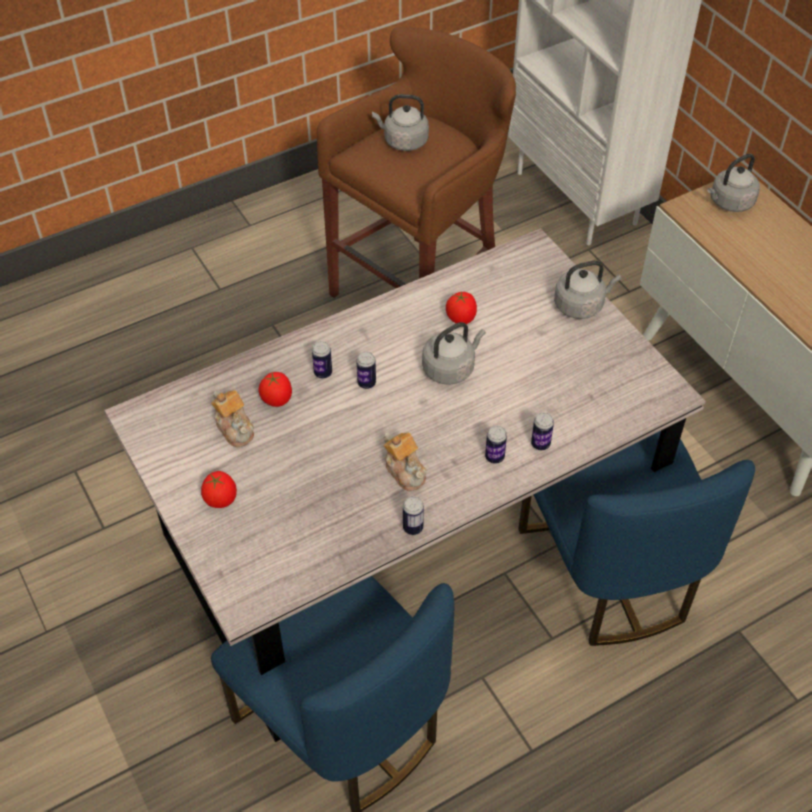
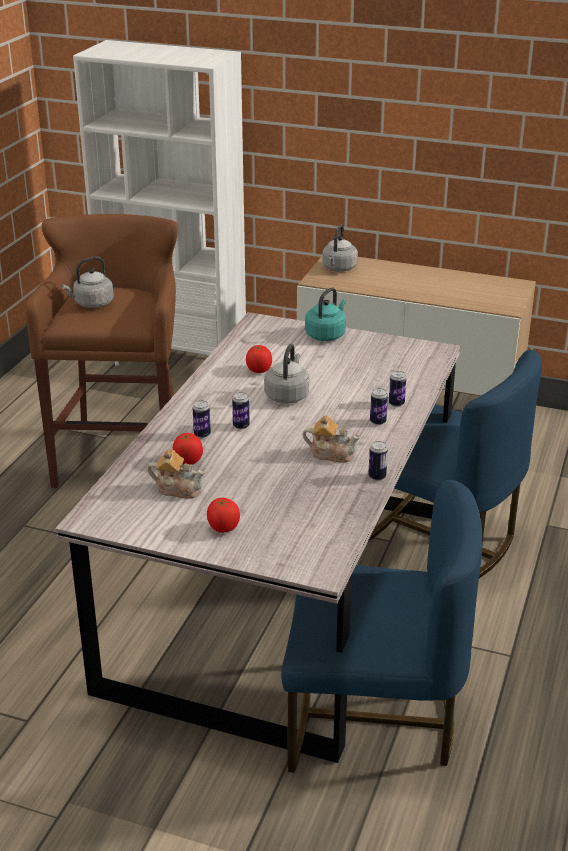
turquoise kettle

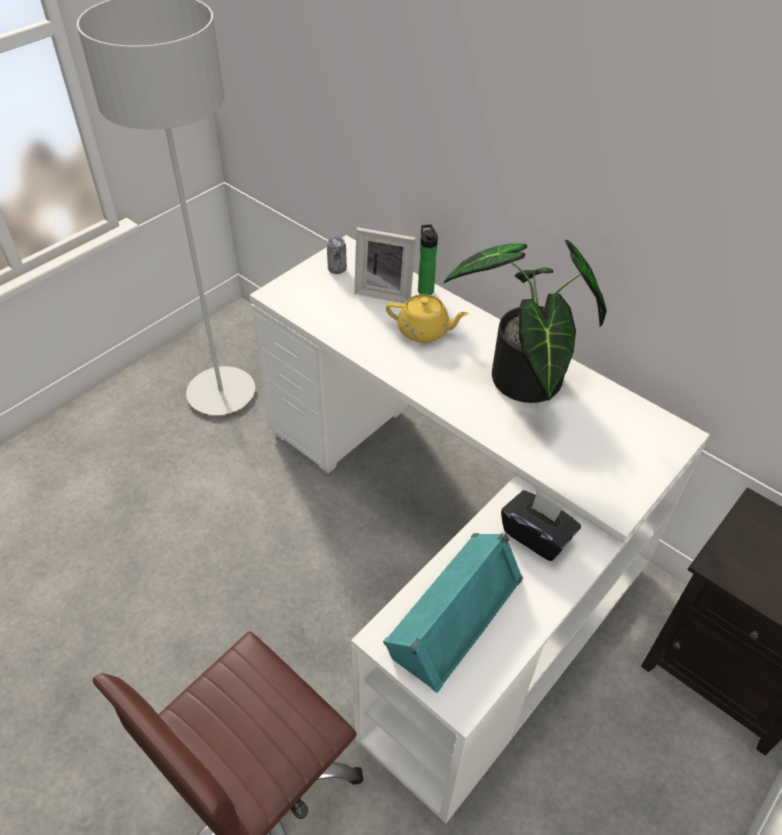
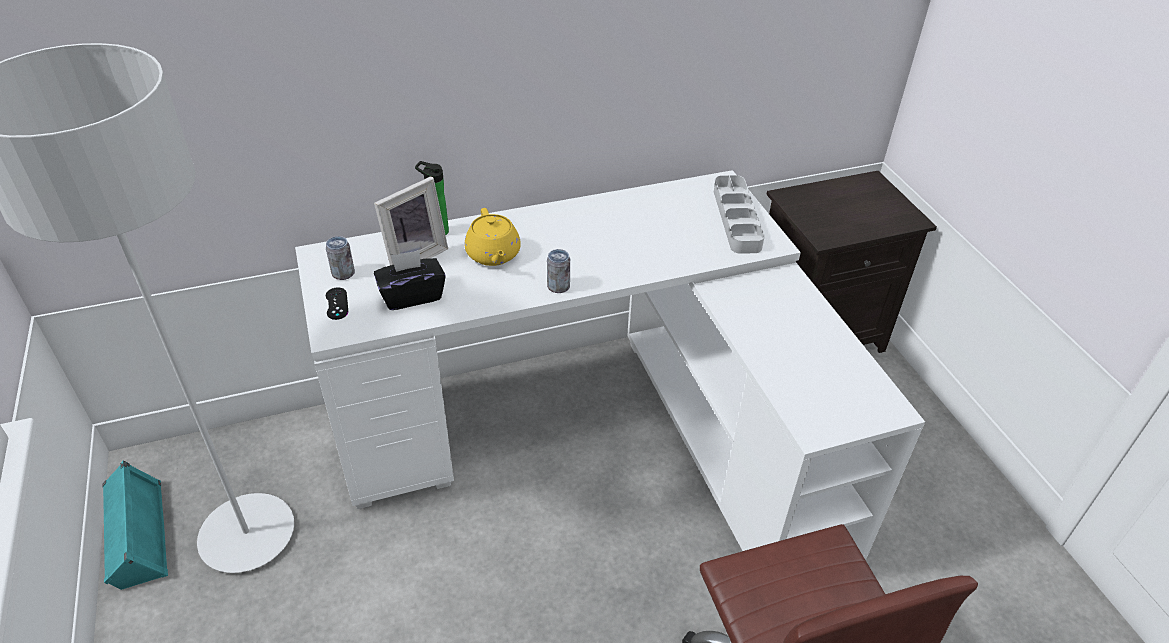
potted plant; black game controller; can (2nd from left); grey tray; turquoise speaker; black tissue box; yellow teapot

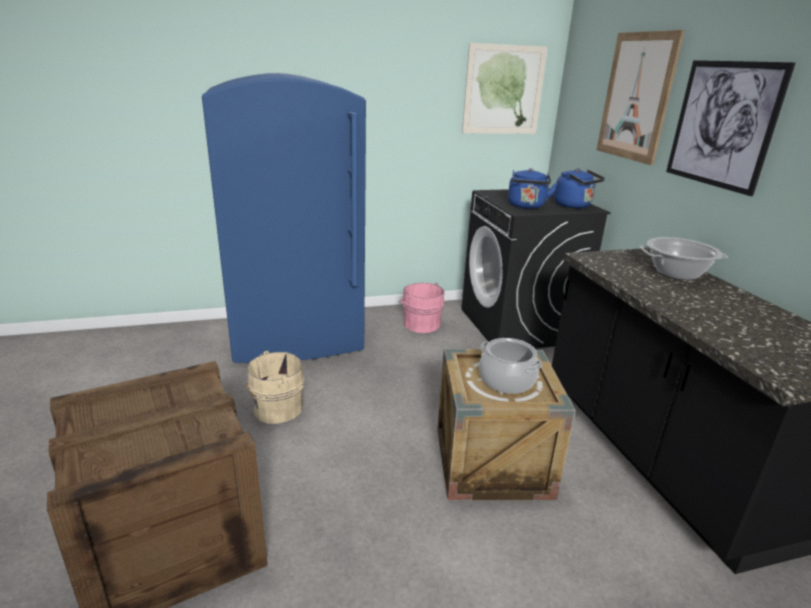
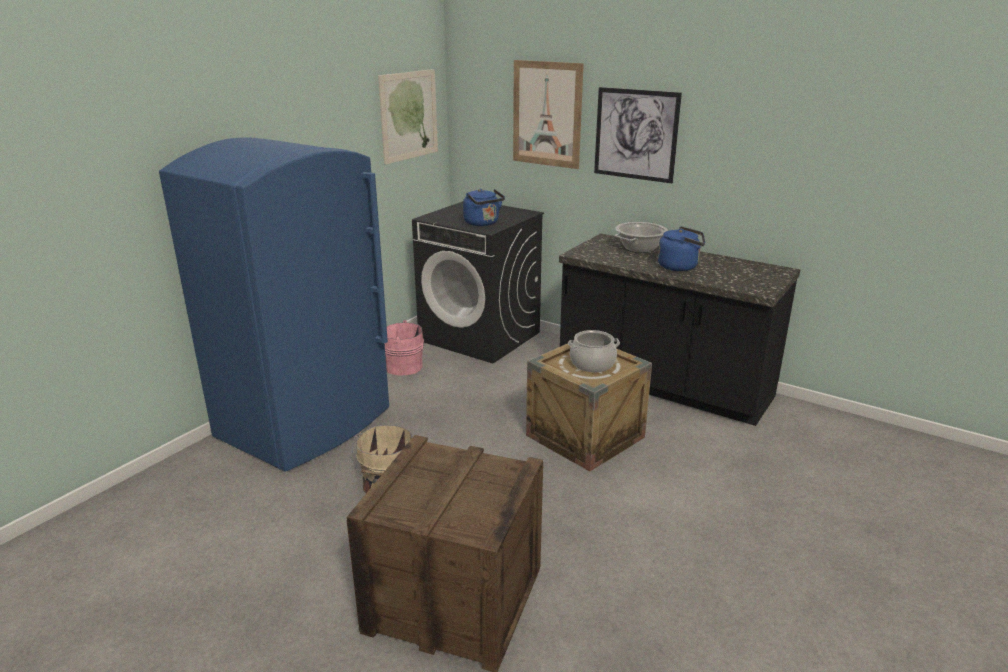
blue kettle (2nd from left)

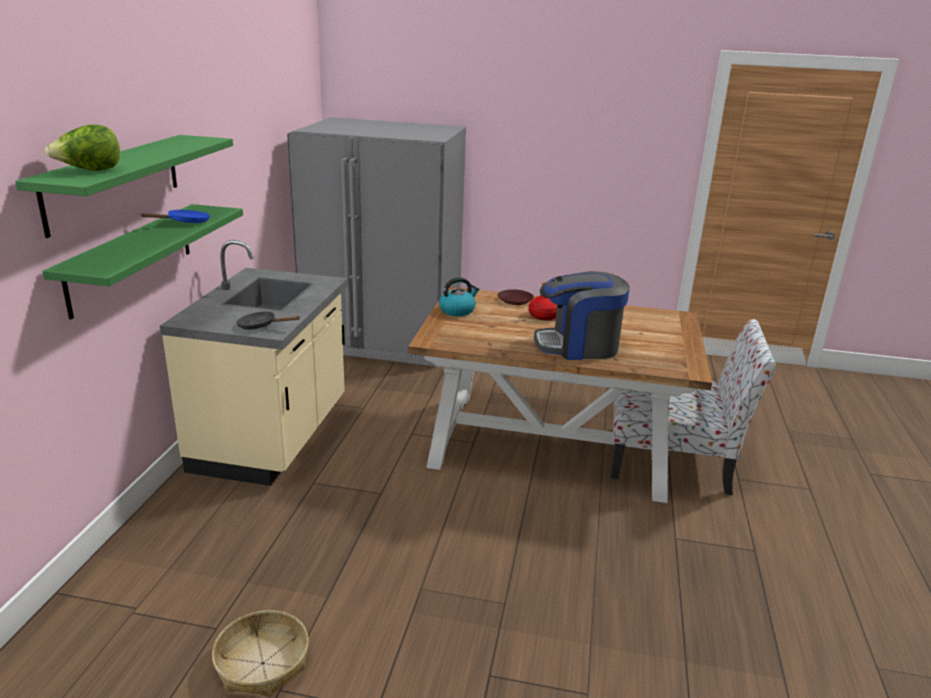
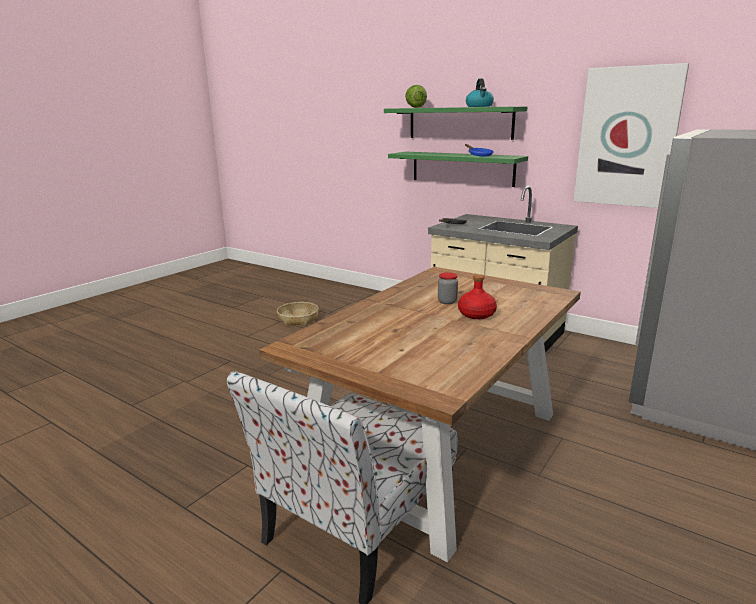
brown plate; coffee machine; jar; picture; kettle

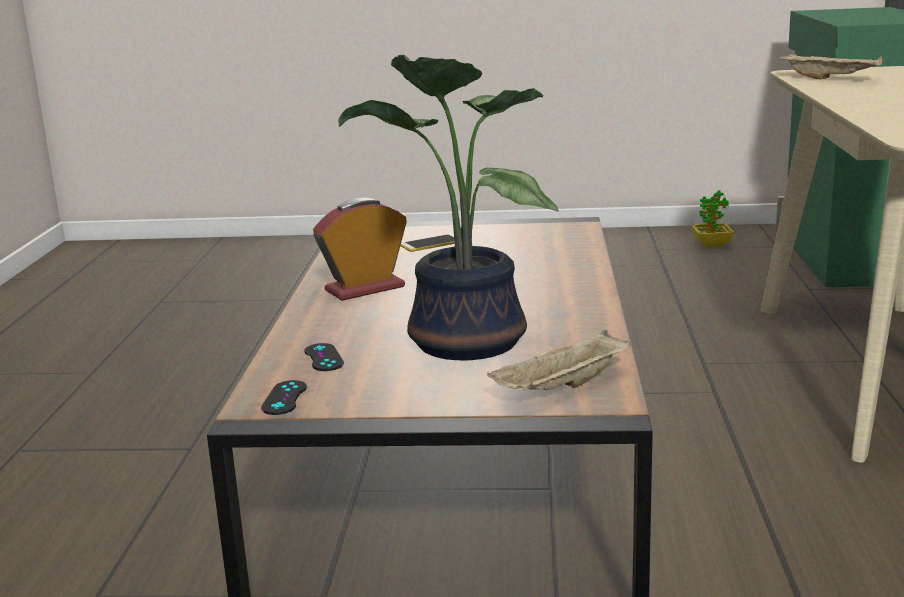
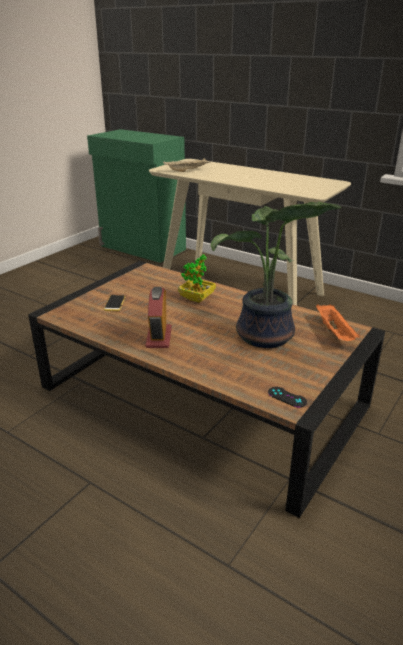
black game controller (2nd from left in the first image); potted plant (1st from left); orange tray

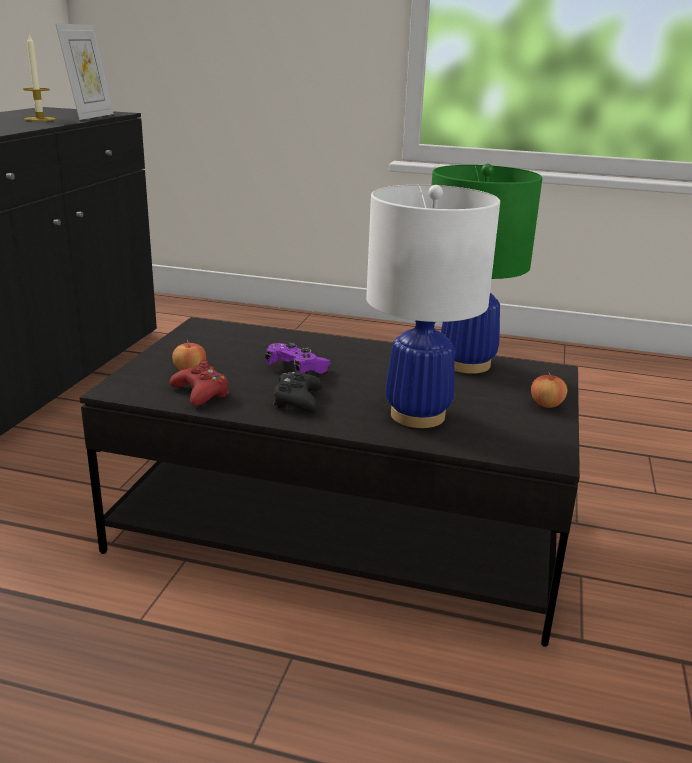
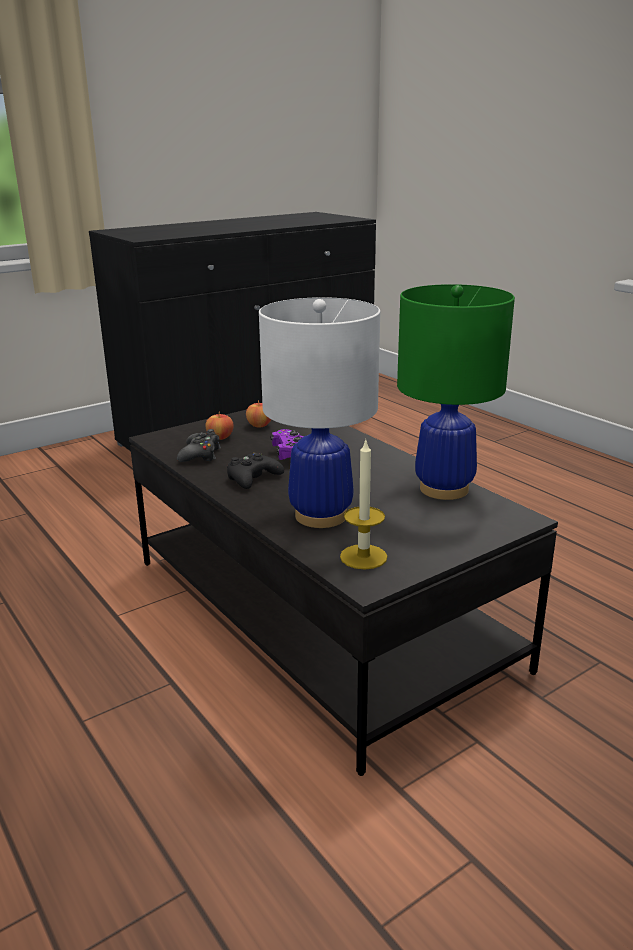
picture frame; candle; apple (2nd from left); black game controller (1st from left)

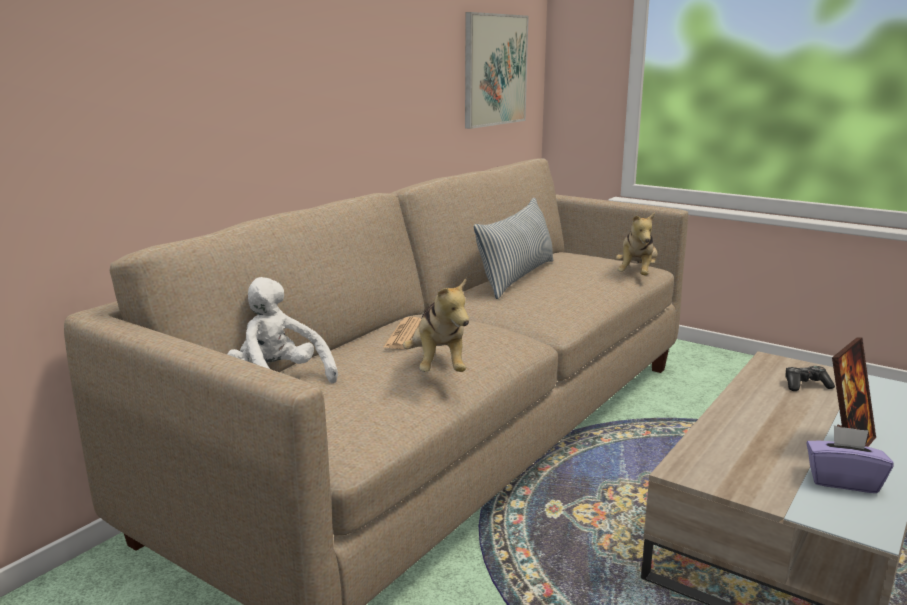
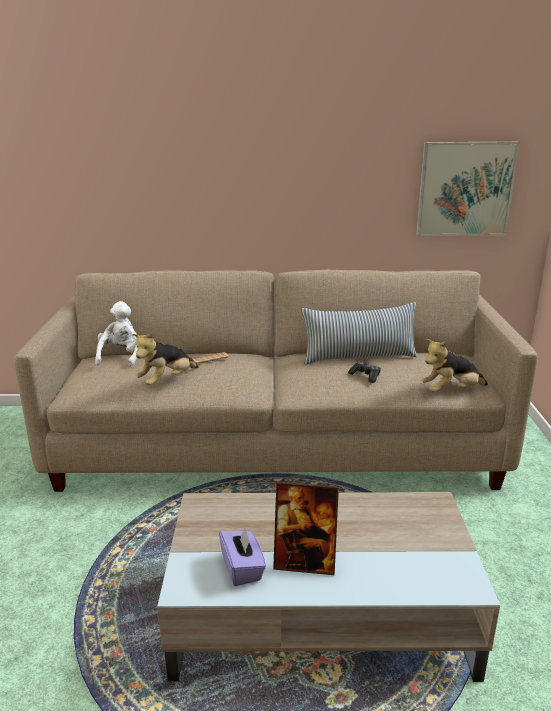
game controller

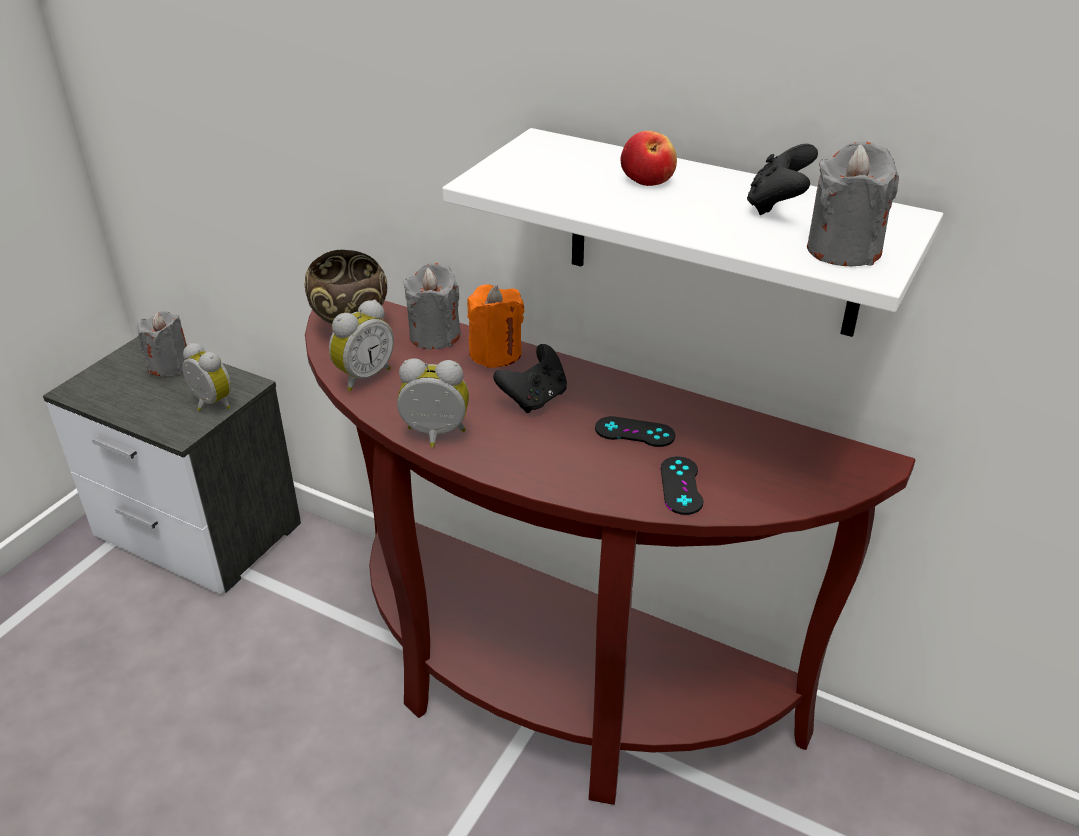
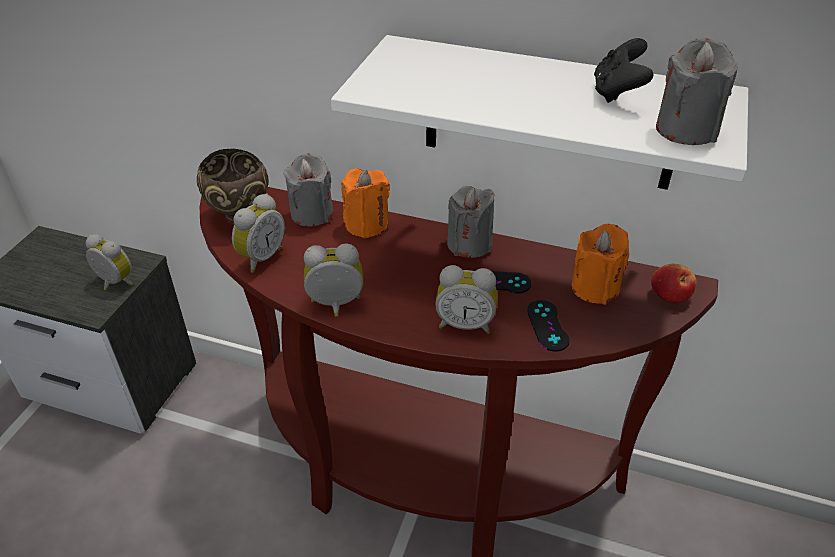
black game controller (1st from left in the first image); alarm clock (4th from left); orange candle (2nd from left); grey candle (2nd from left); apple

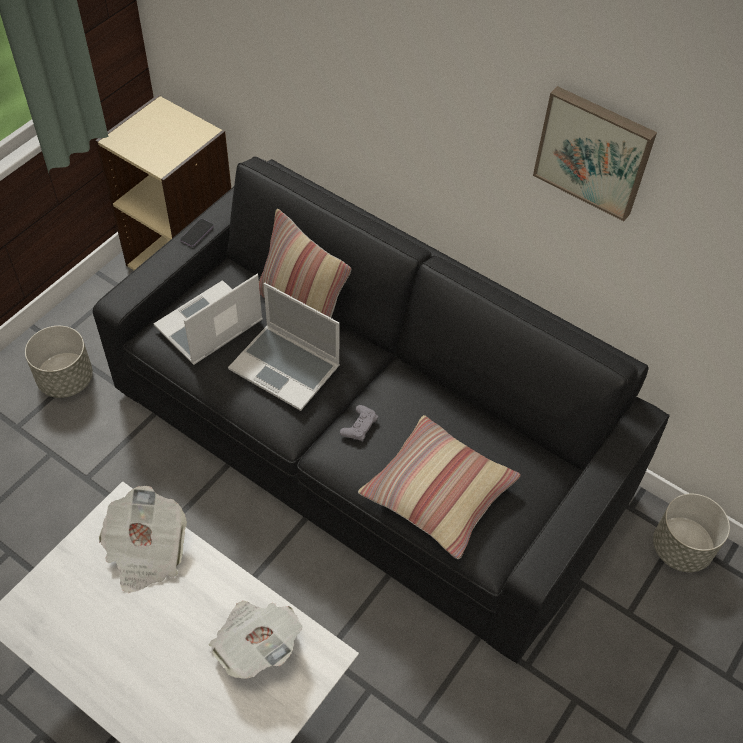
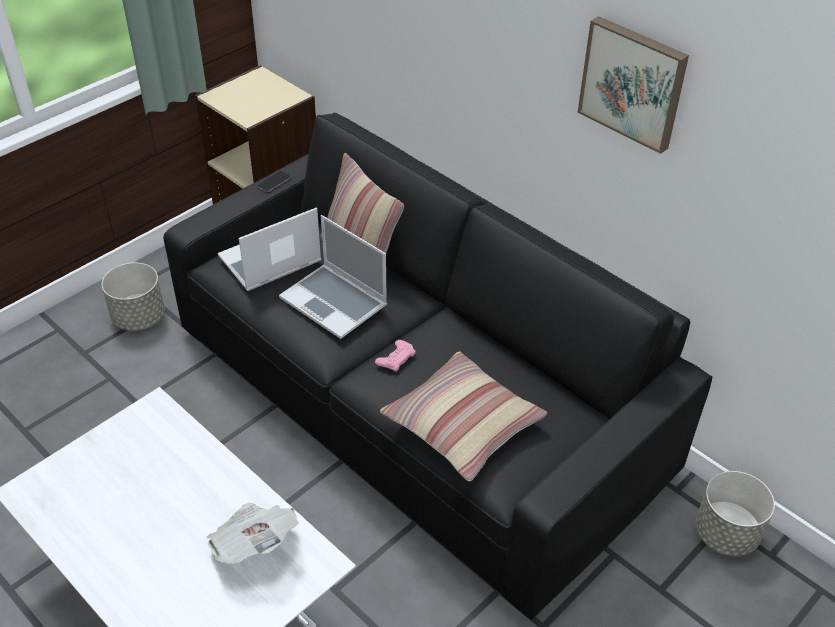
newspaper (1st from left in the first image); pink game controller

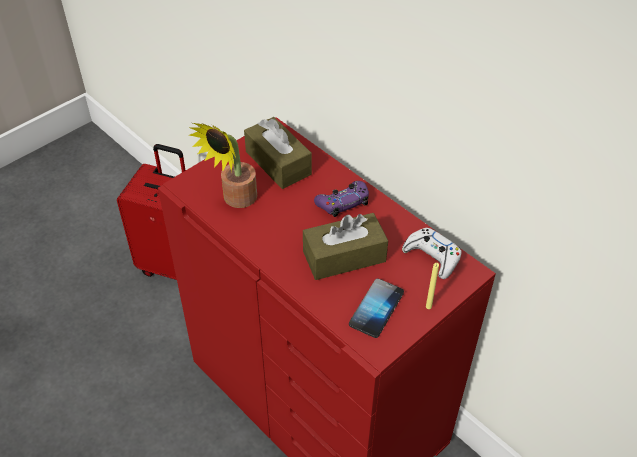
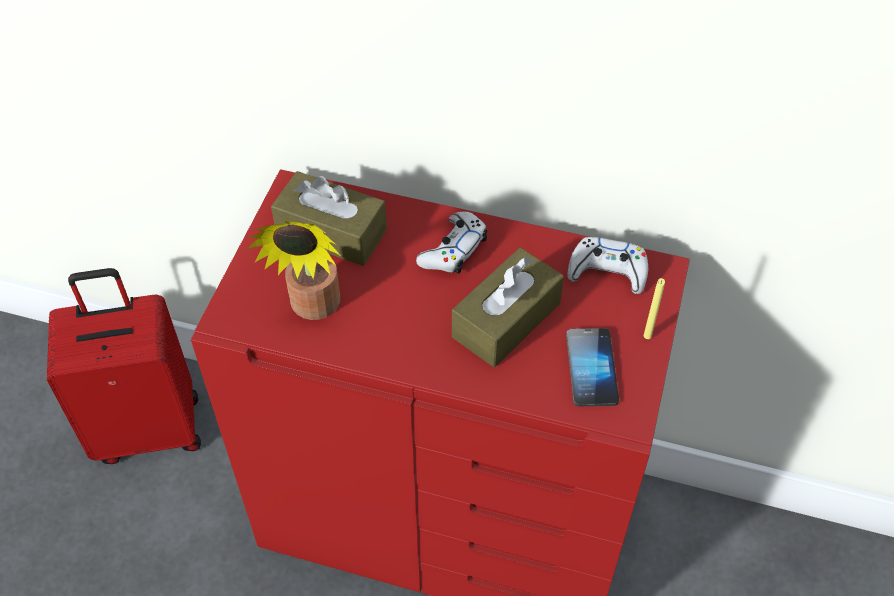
white game controller (1st from left)

